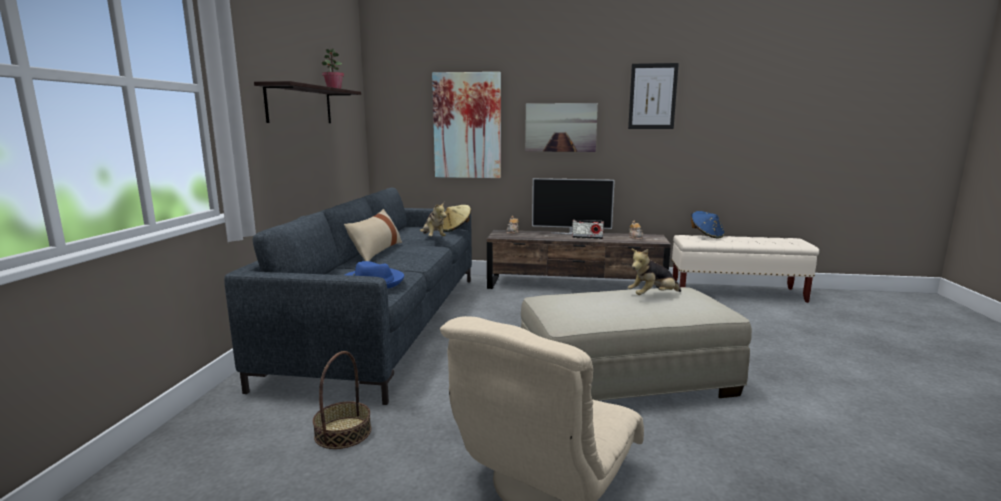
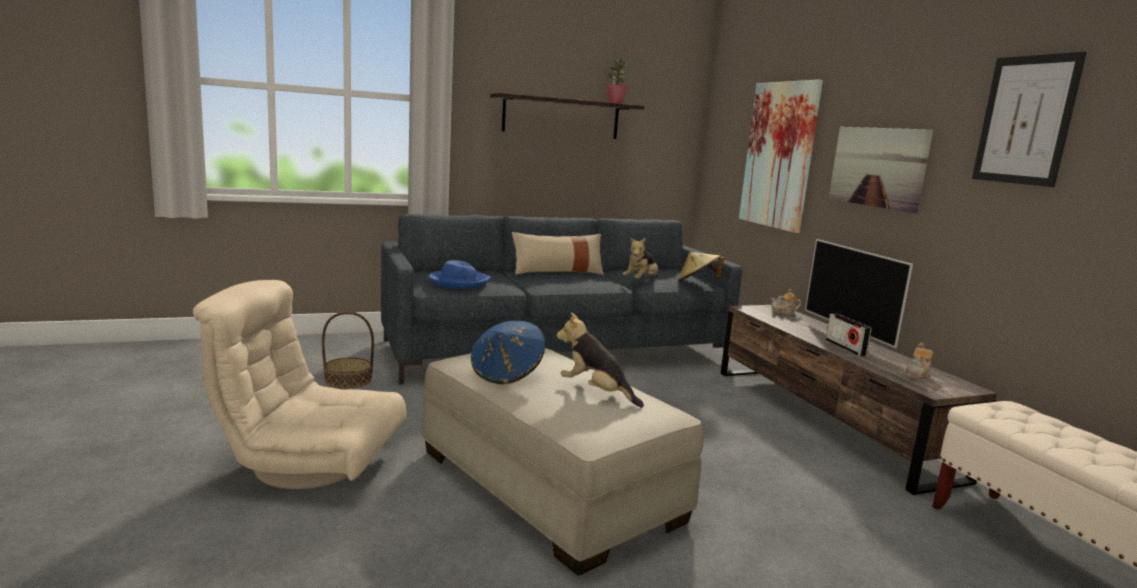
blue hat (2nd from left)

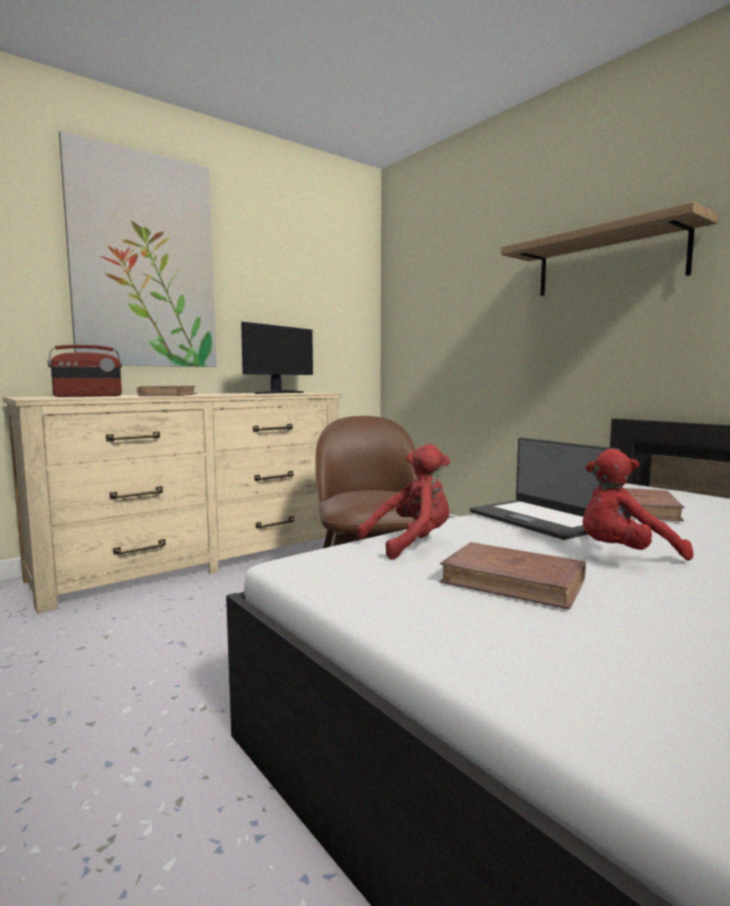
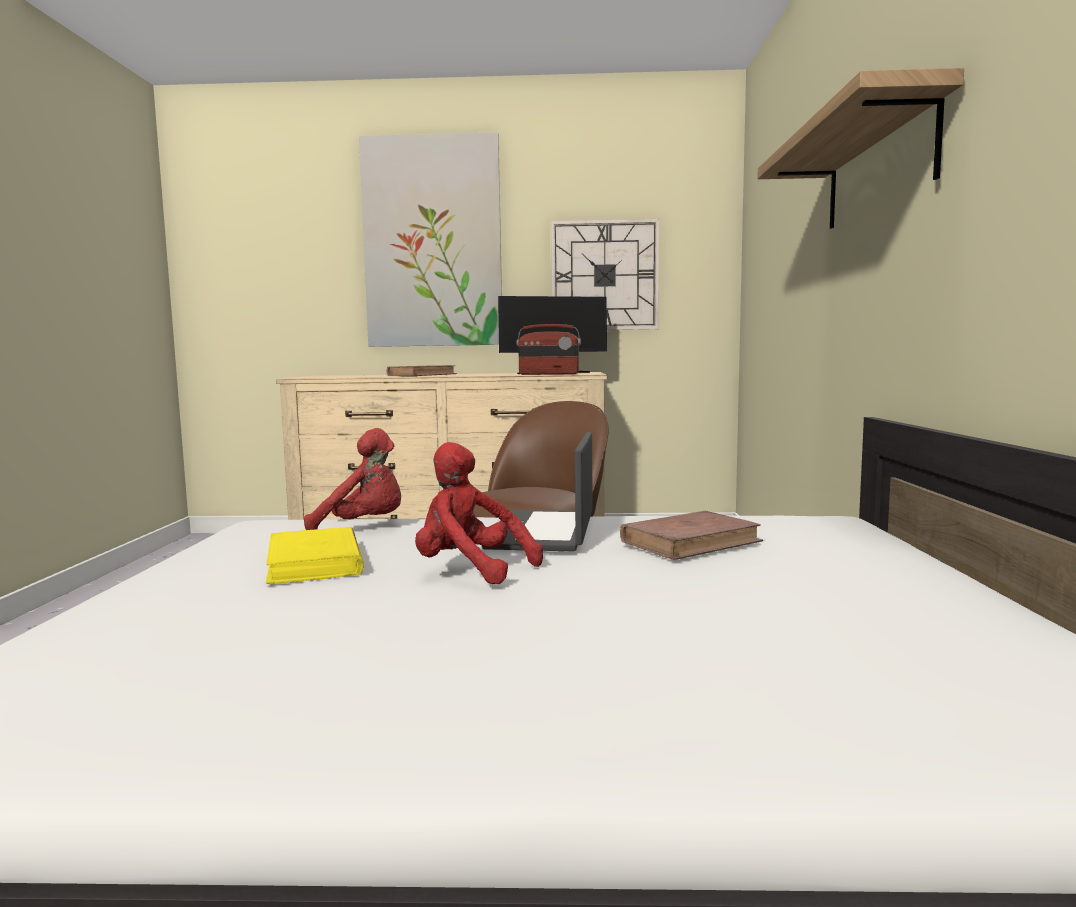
wall clock; radio; yellow book

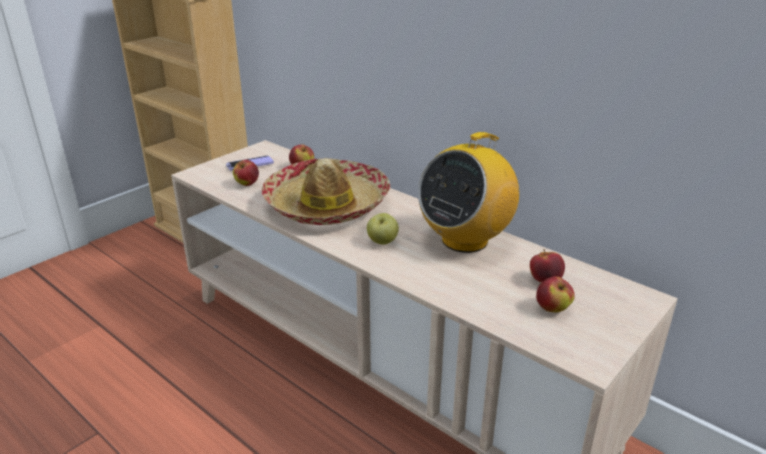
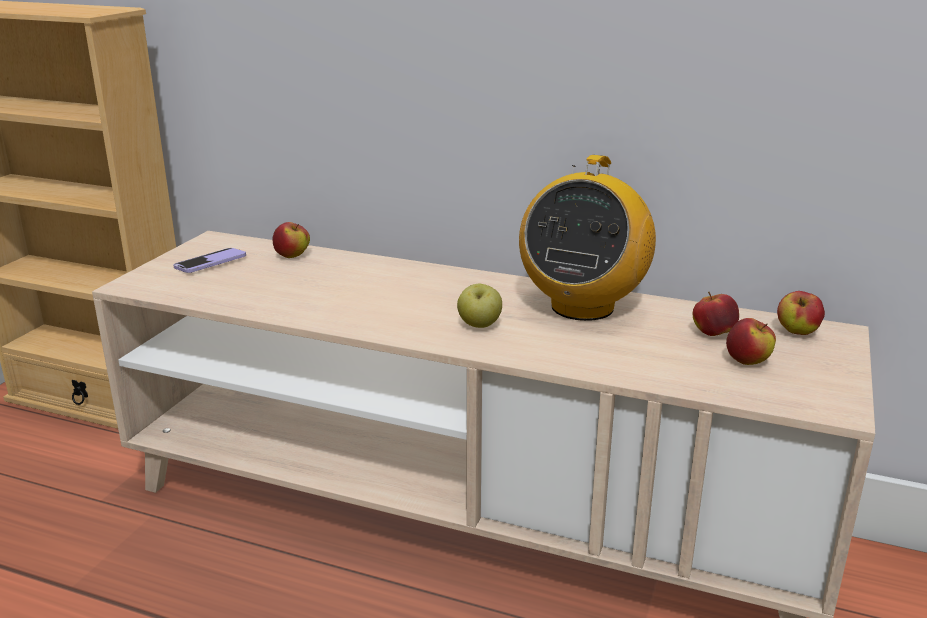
hat; apple (5th from left)

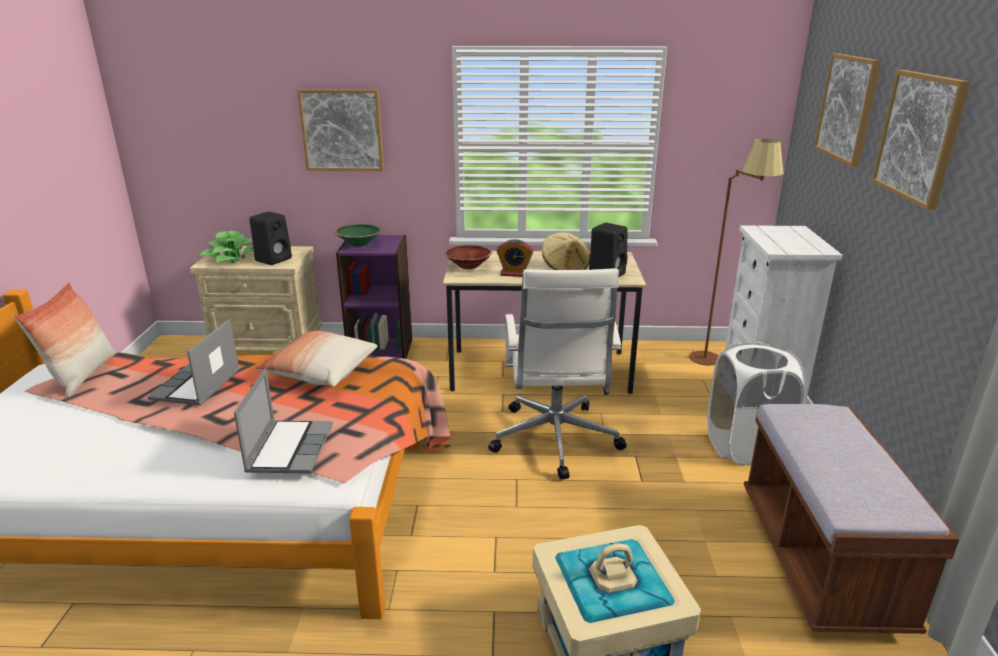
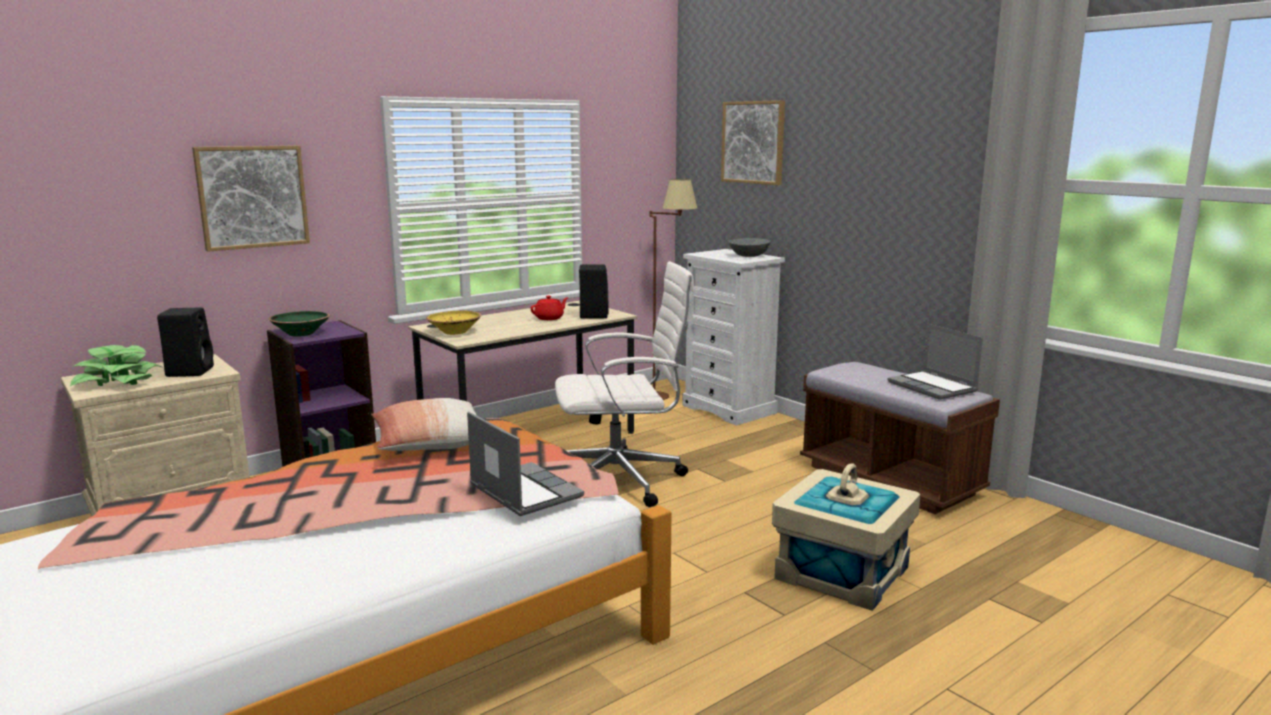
pillow (1st from left in the first image); alarm clock; white laundry basket; picture (3rd from left in the first image); grey bowl; laptop (2nd from left); red teapot; yellow bowl; white office chair

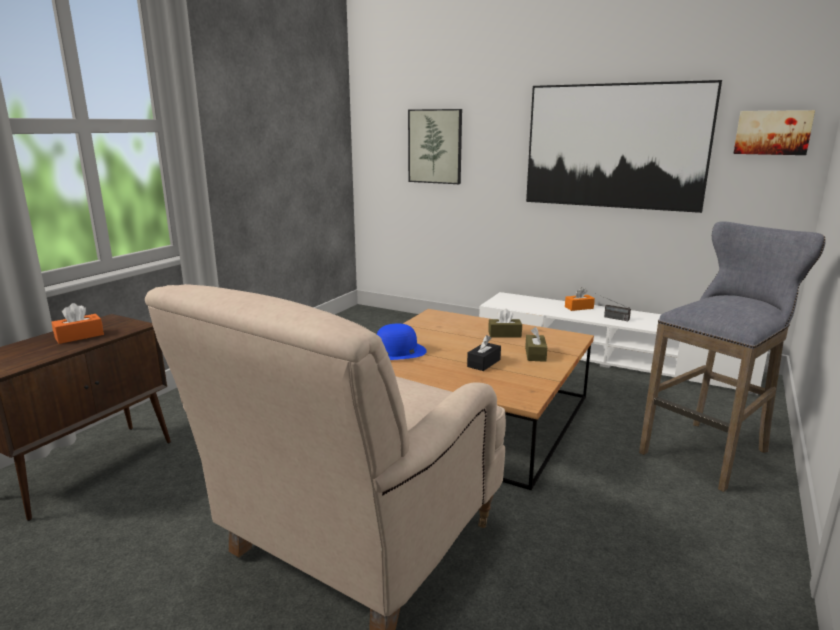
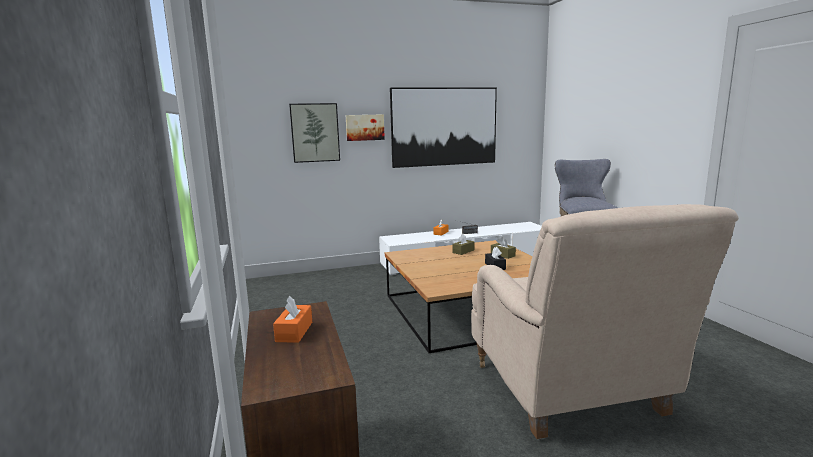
blue hat; picture (2nd from left)

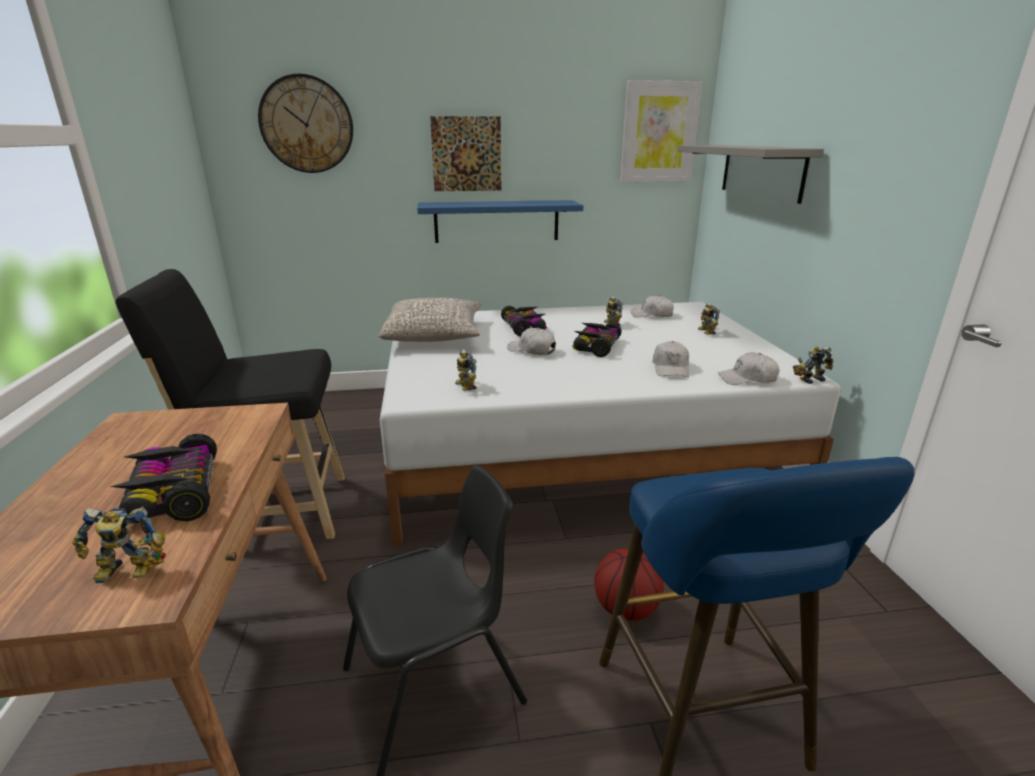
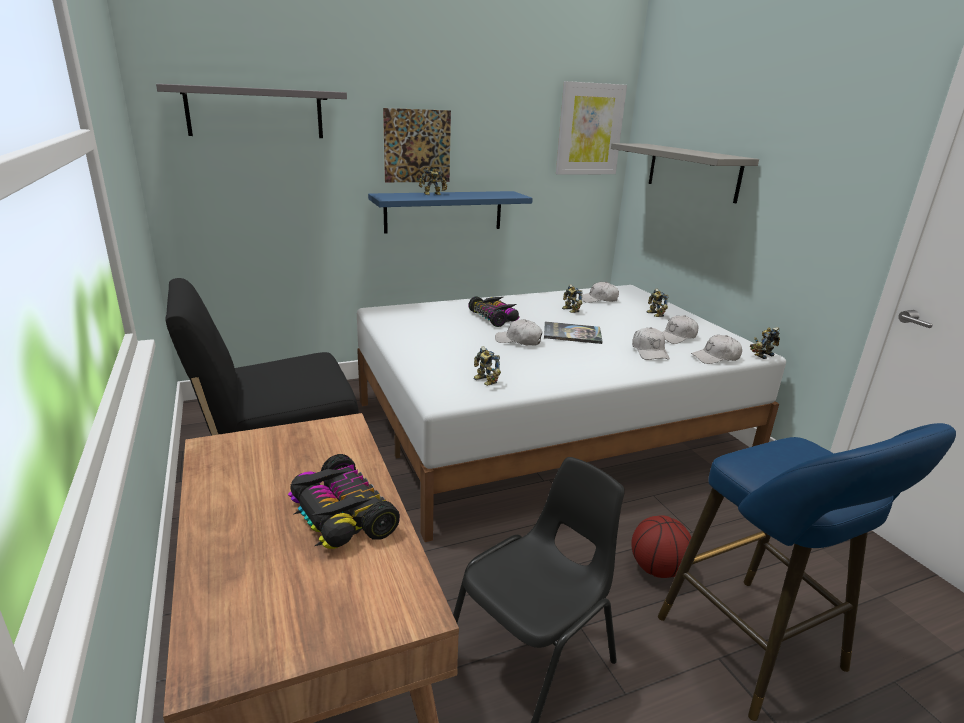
grey pillow; white cap (4th from left); toy robot (1st from left); grey shelf (1st from left); book

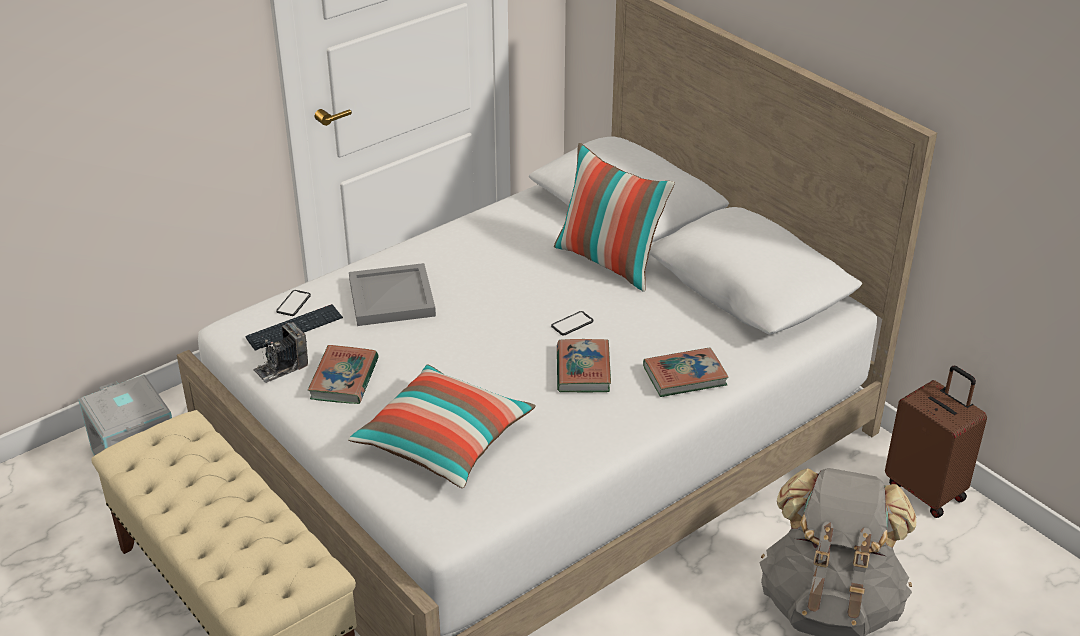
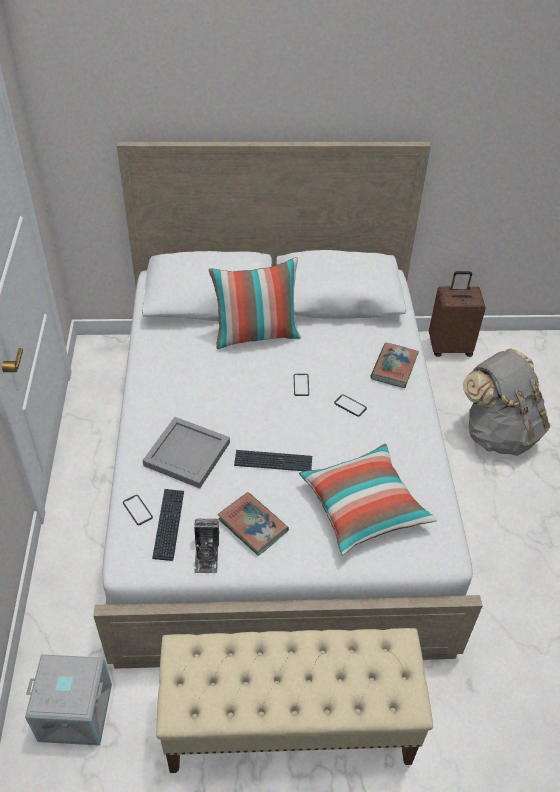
keyboard (2nd from left); phone (3rd from left)

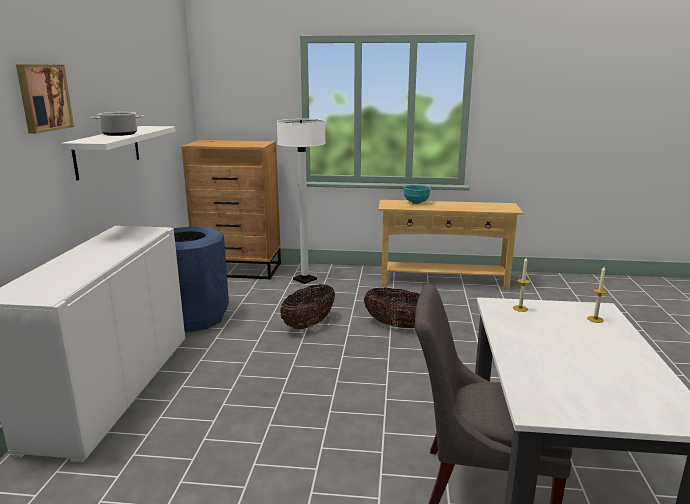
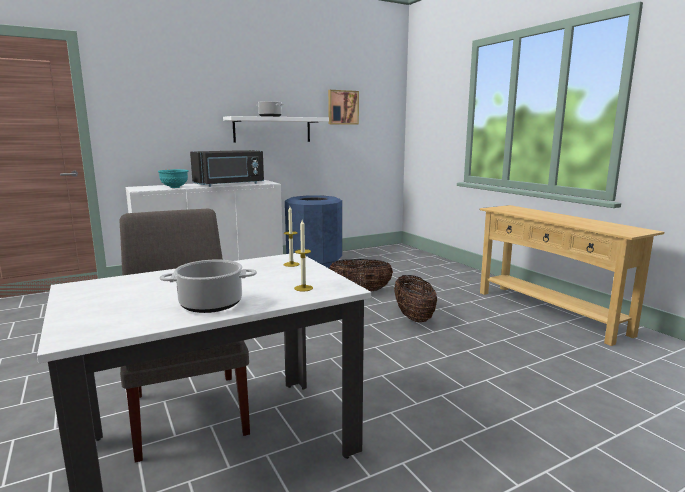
brown dresser; white floor lamp; cooking pot (1st from left); black microwave; picture; turquoise bowl

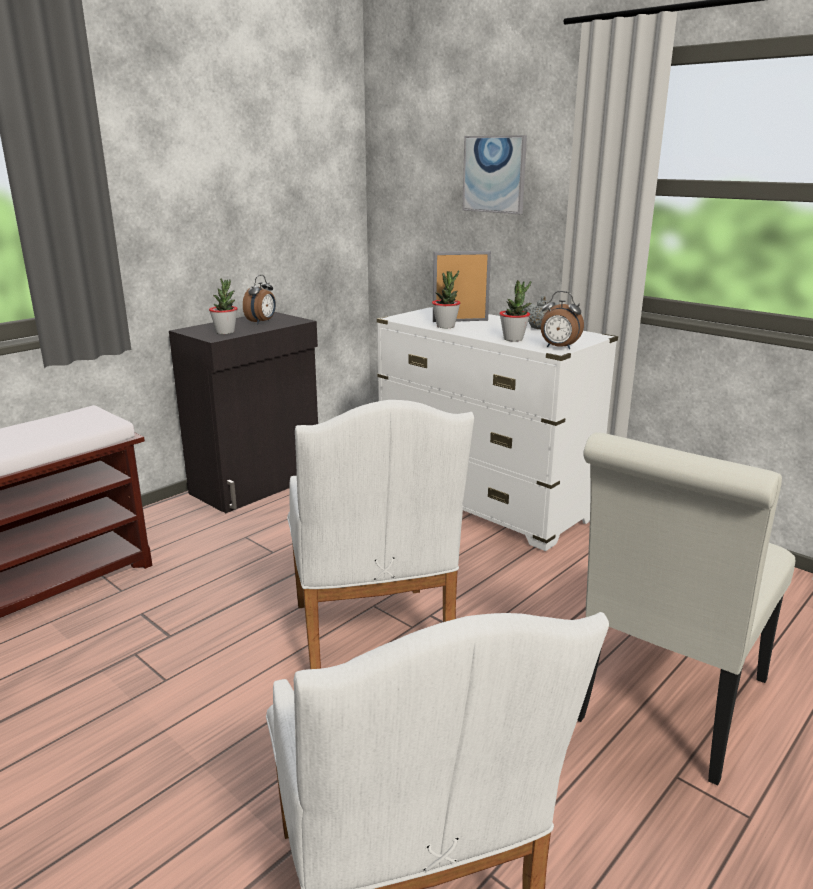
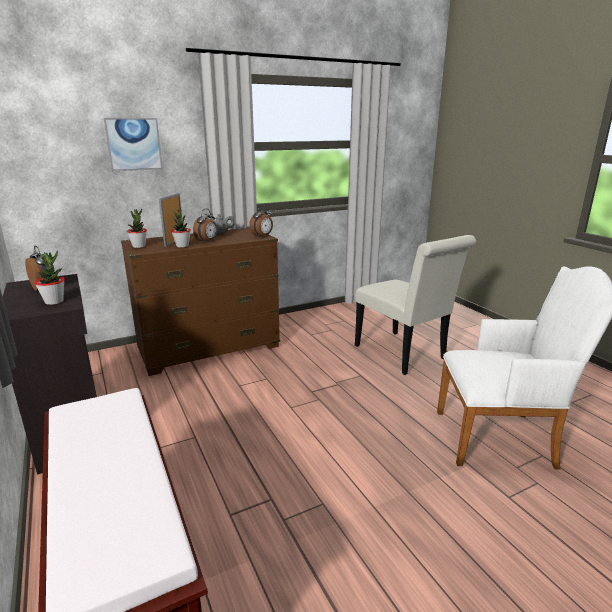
white armchair (1st from left in the first image); alarm clock (2nd from left); potted plant (2nd from left); brown dresser

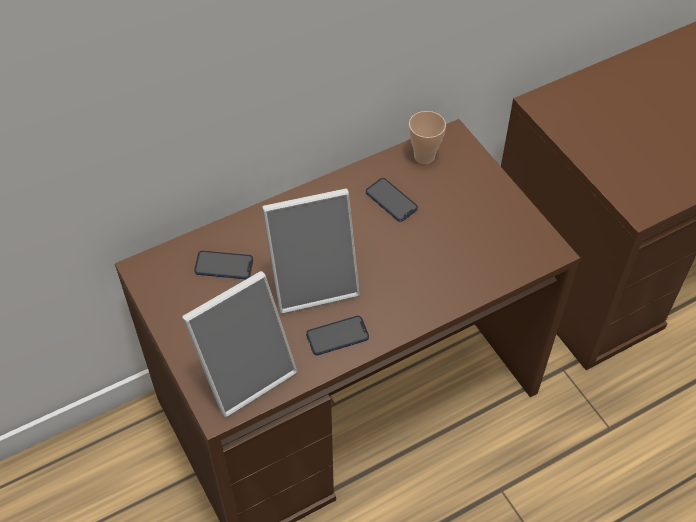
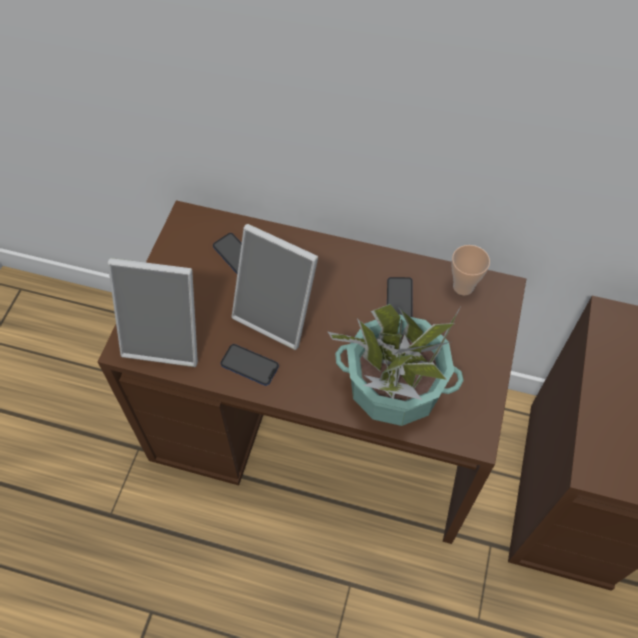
potted plant

